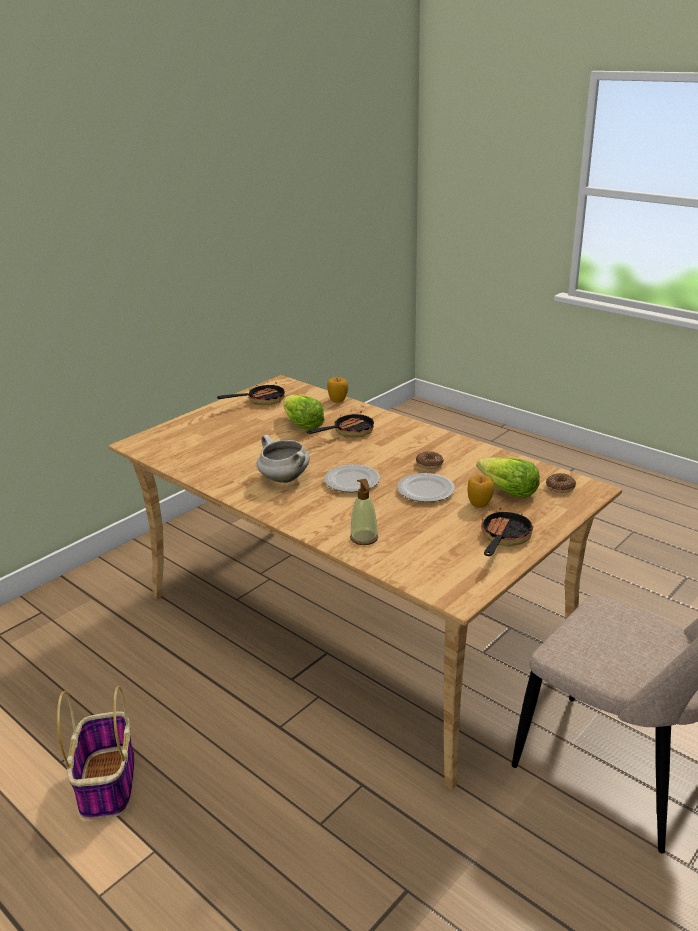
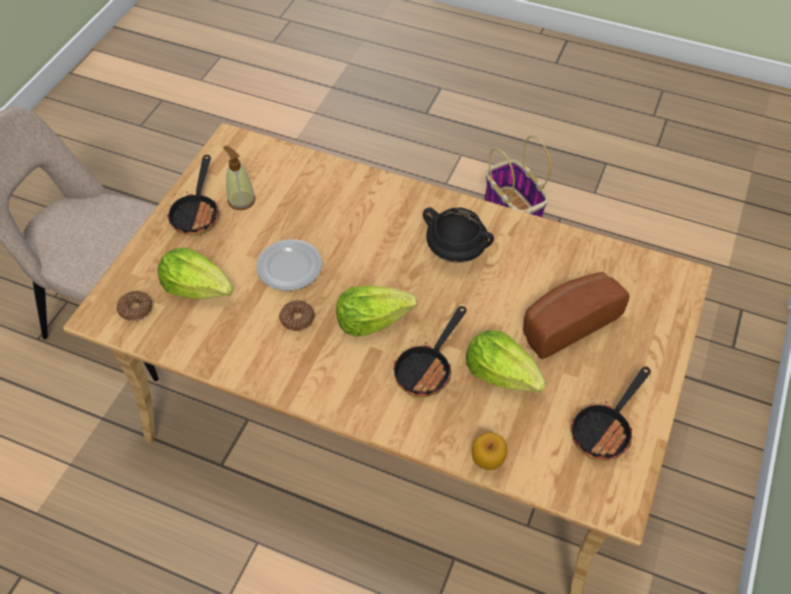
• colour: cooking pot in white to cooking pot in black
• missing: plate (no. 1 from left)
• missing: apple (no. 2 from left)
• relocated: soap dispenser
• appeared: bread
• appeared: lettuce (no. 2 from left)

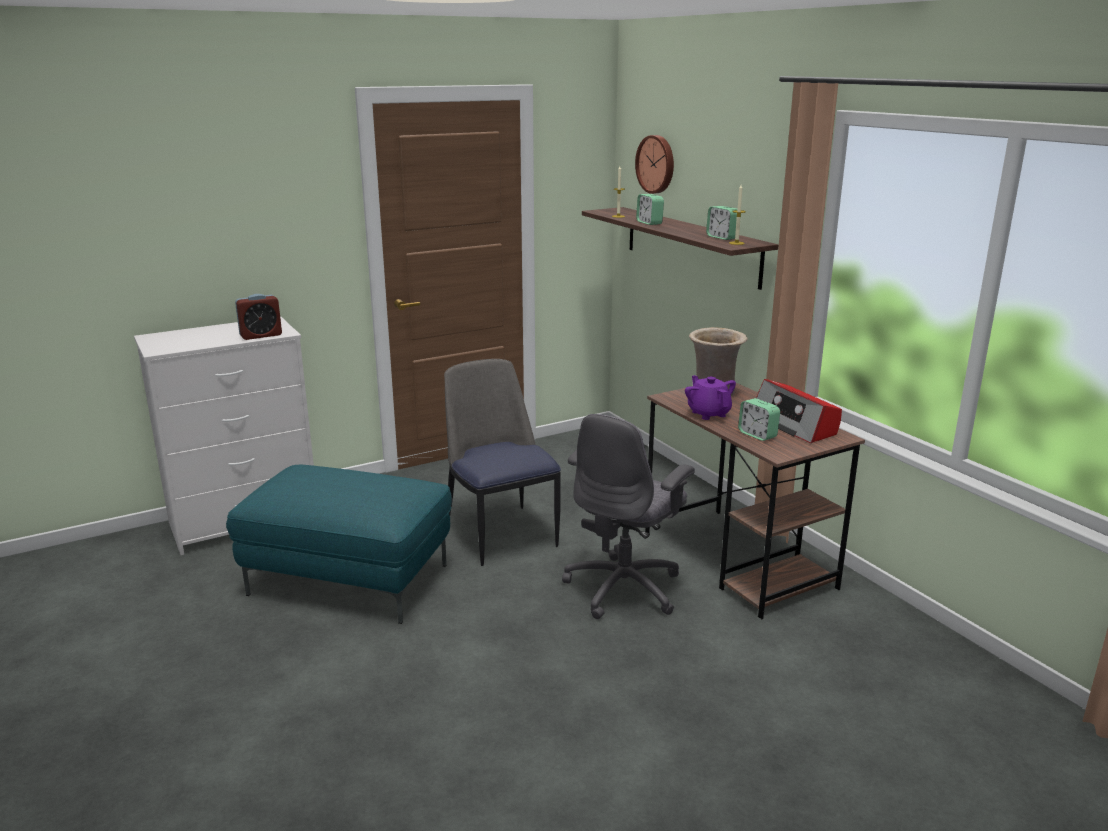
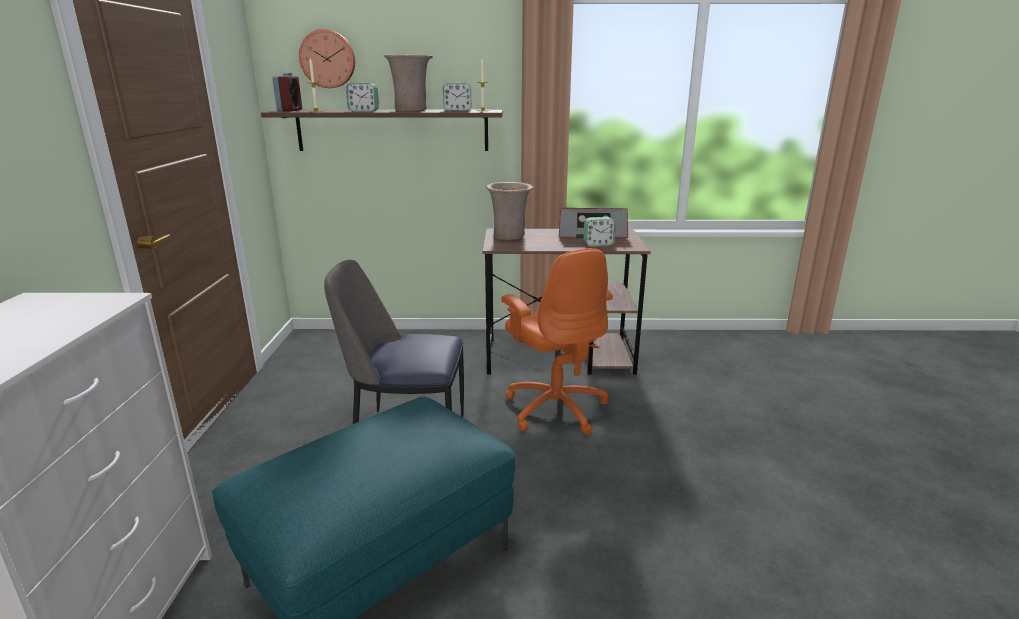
• relocated: alarm clock (no. 1 from left)
• missing: teapot in purple
• colour: office chair in grey to office chair in orange
• appeared: vase in beige (no. 1 from left)

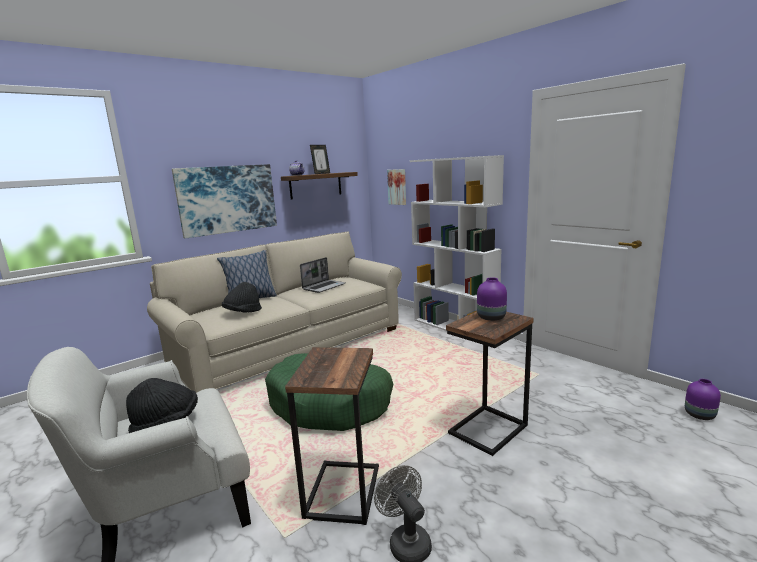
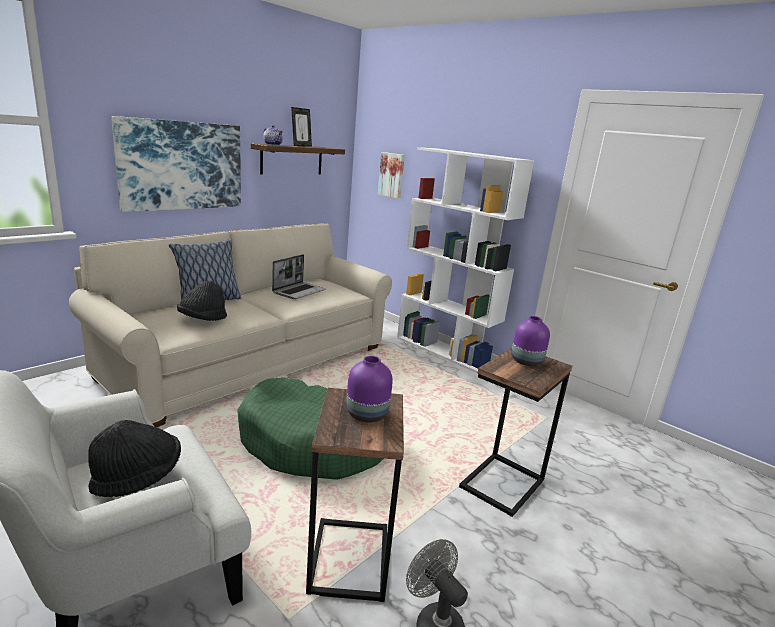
• relocated: vase in purple (no. 2 from left in the first image) to vase in purple (no. 1 from left)

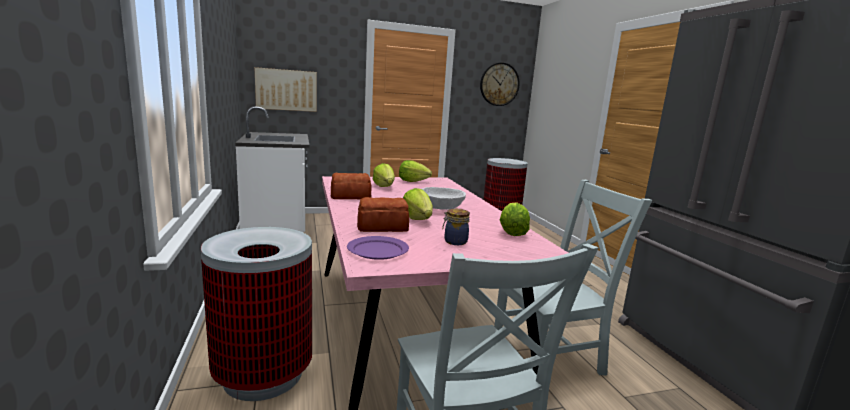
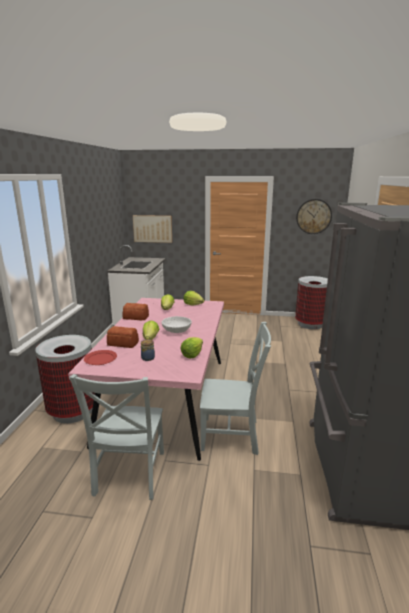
• colour: plate in purple to plate in red

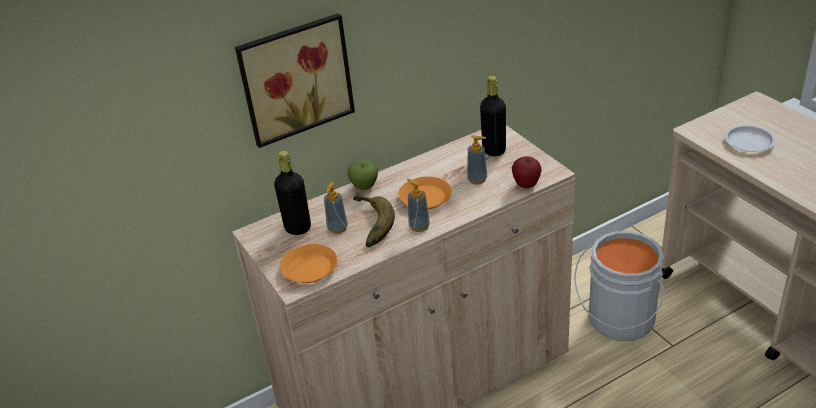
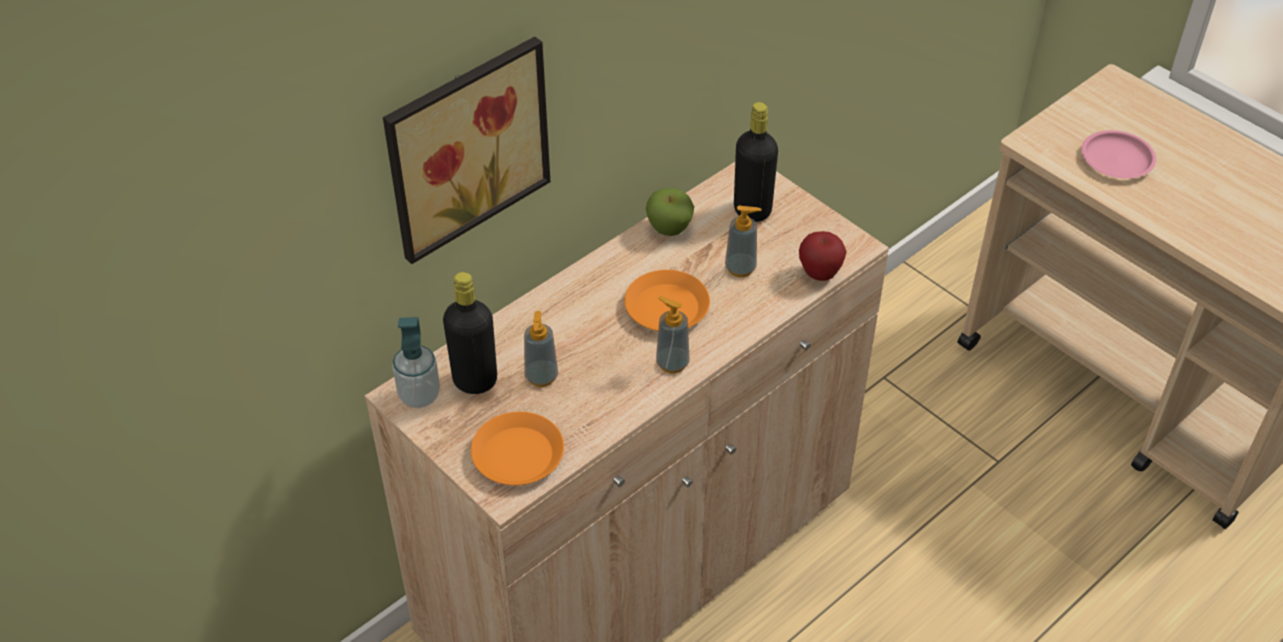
• colour: plate in white to plate in pink
• relocated: apple (no. 1 from left)
• missing: banana
• missing: bucket in grey
• appeared: soap dispenser (no. 1 from left)

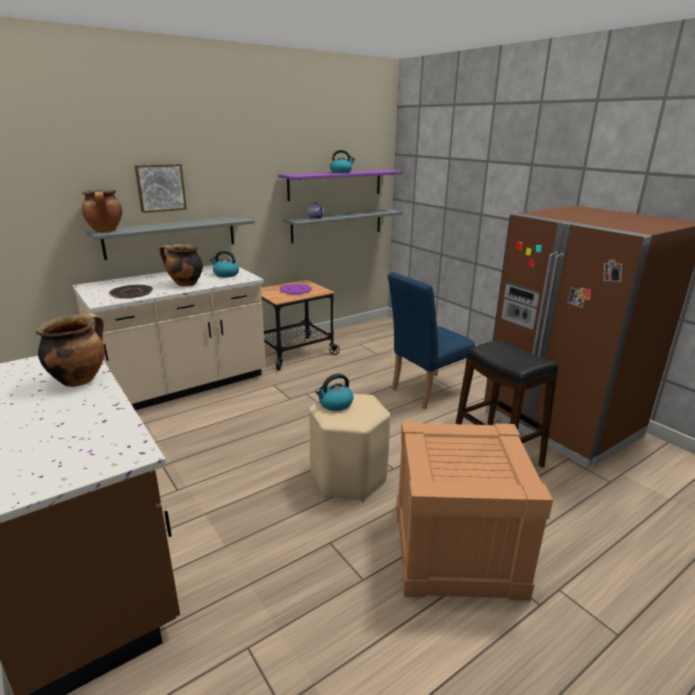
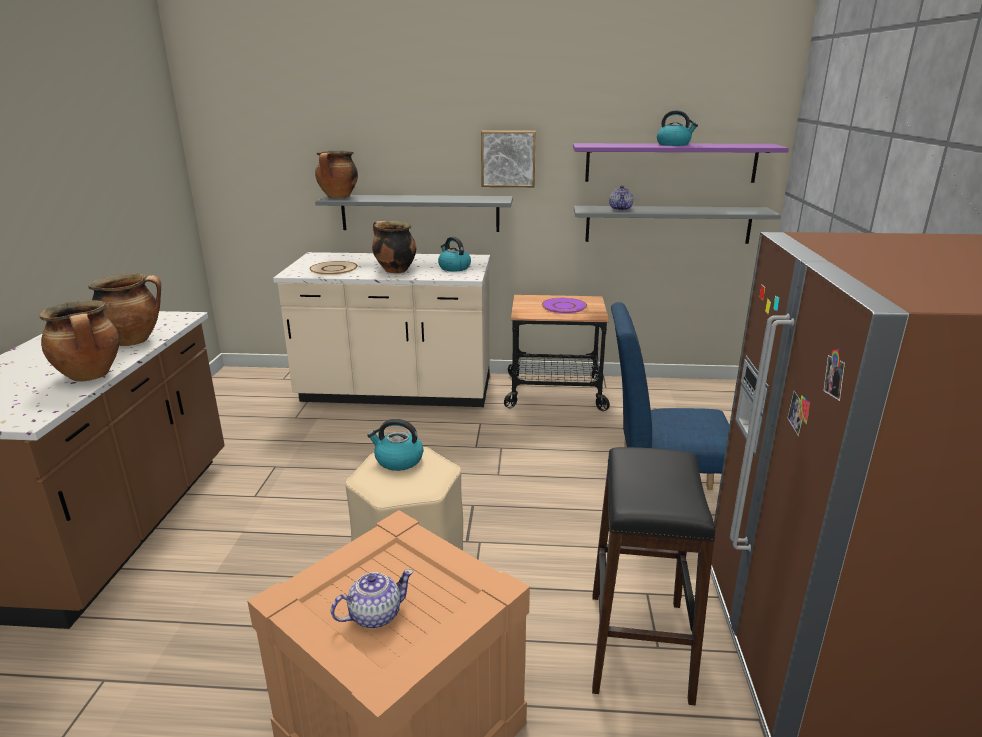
• relocated: picture
• colour: plate in black to plate in beige
• appeared: cooking pot (no. 1 from left)
• appeared: teapot (no. 1 from left)

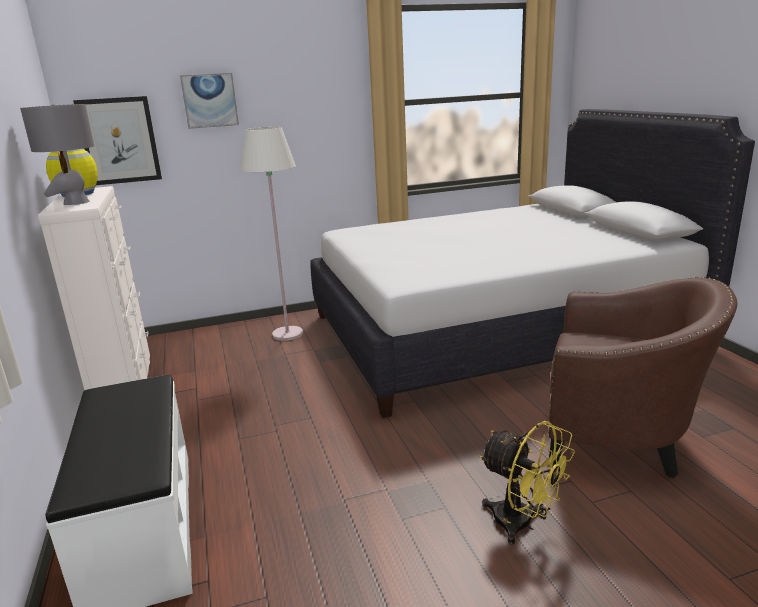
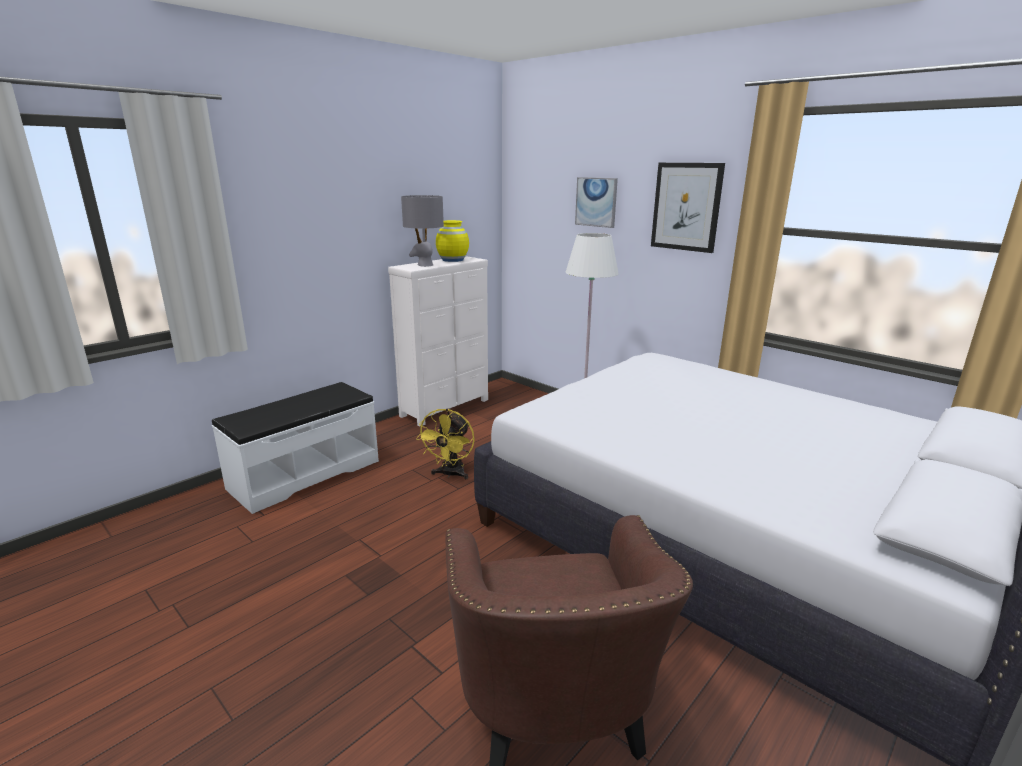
• relocated: picture (no. 1 from left in the first image) to picture (no. 2 from left)
• relocated: fan in yellow

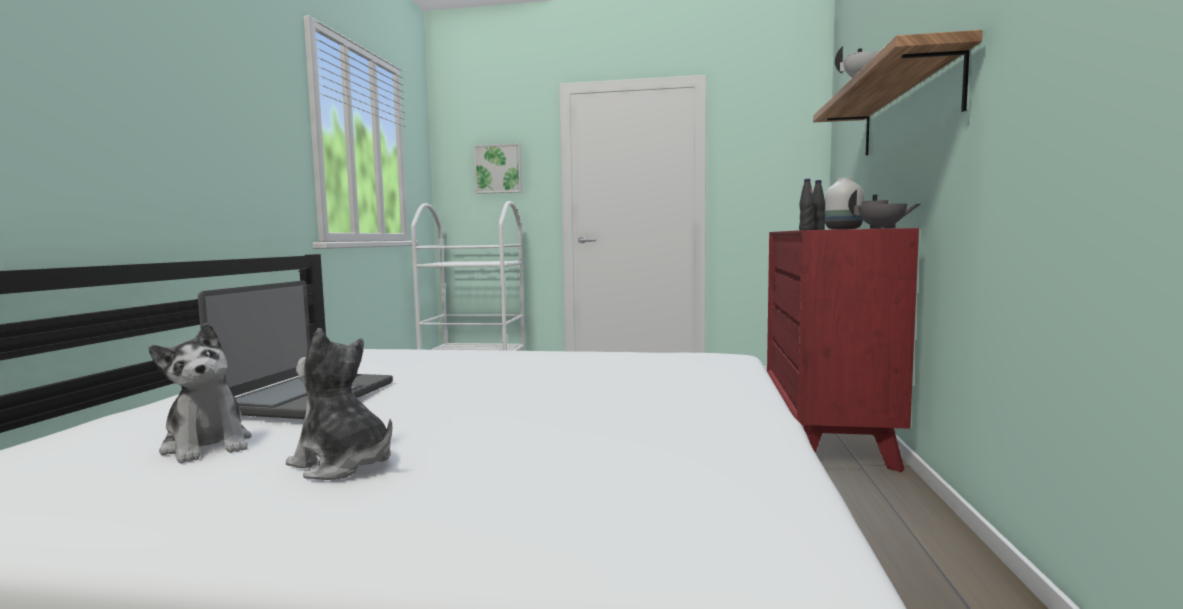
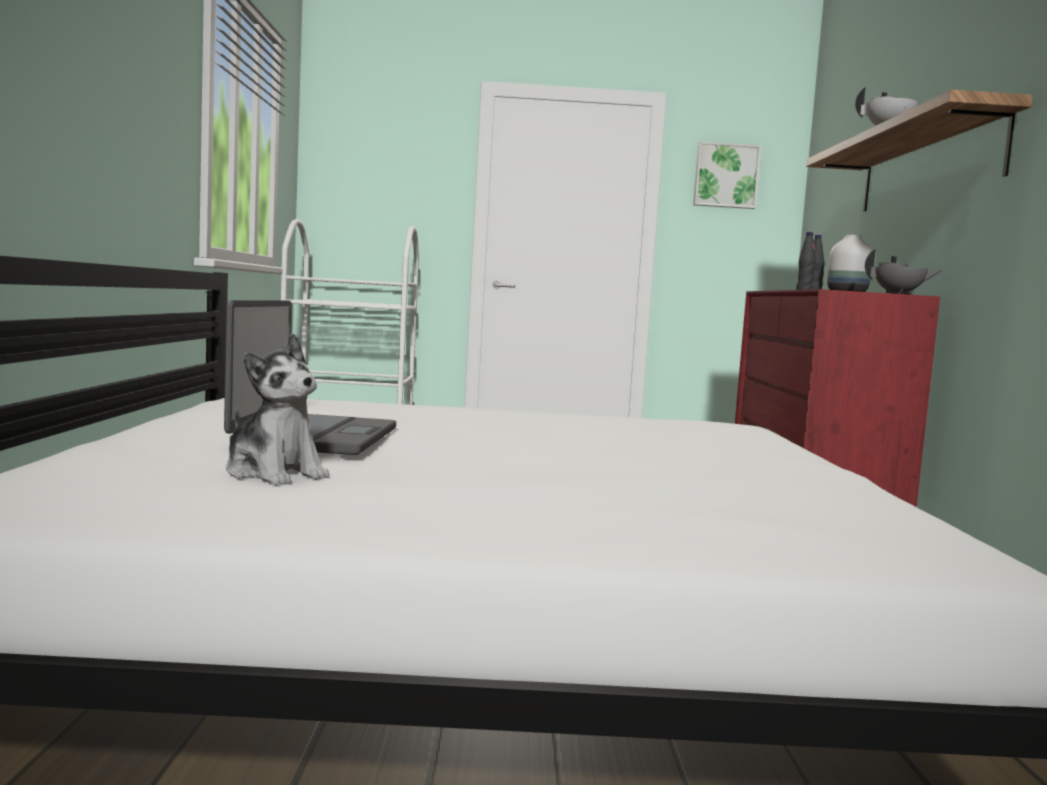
• relocated: picture
• missing: plush toy (no. 2 from left)

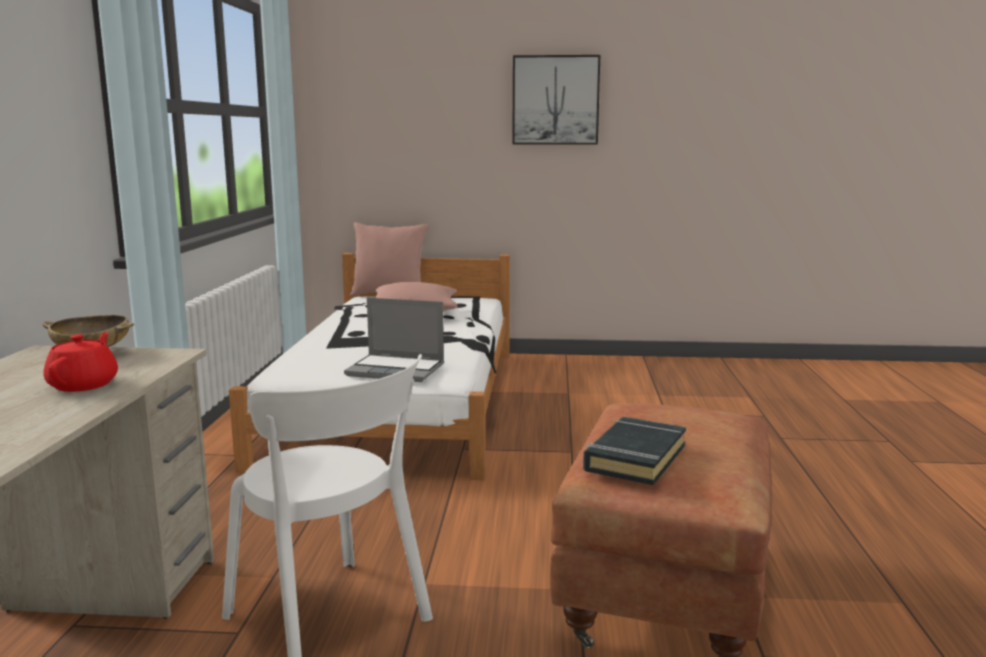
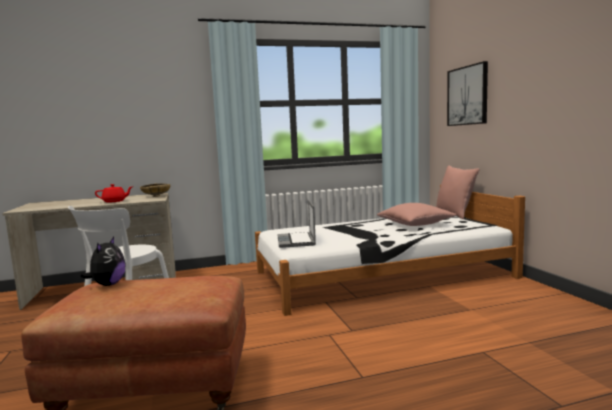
• relocated: picture
• exchanged: book in black to plush toy

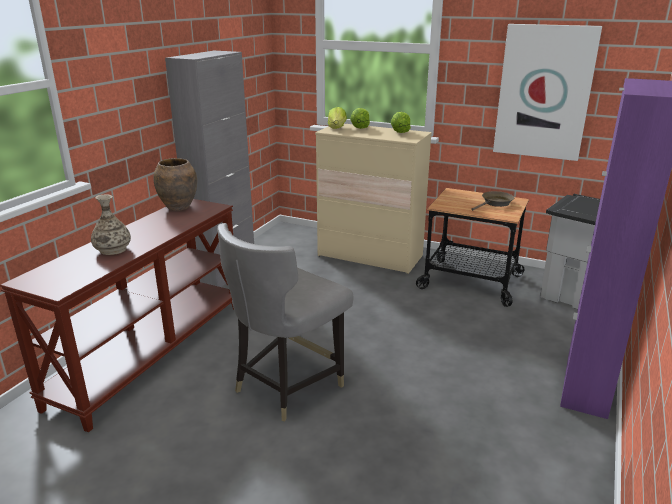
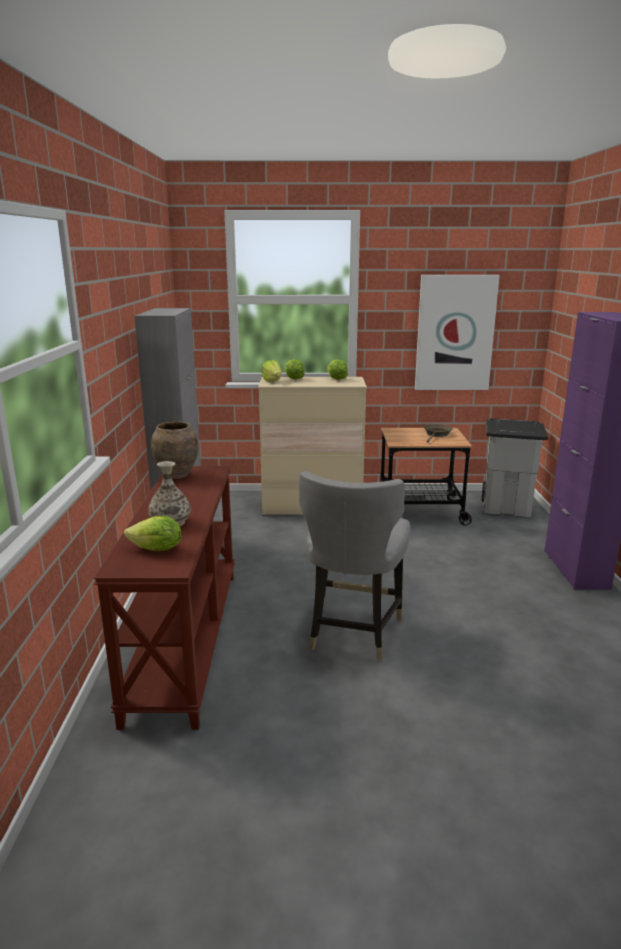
• appeared: lettuce (no. 1 from left)

